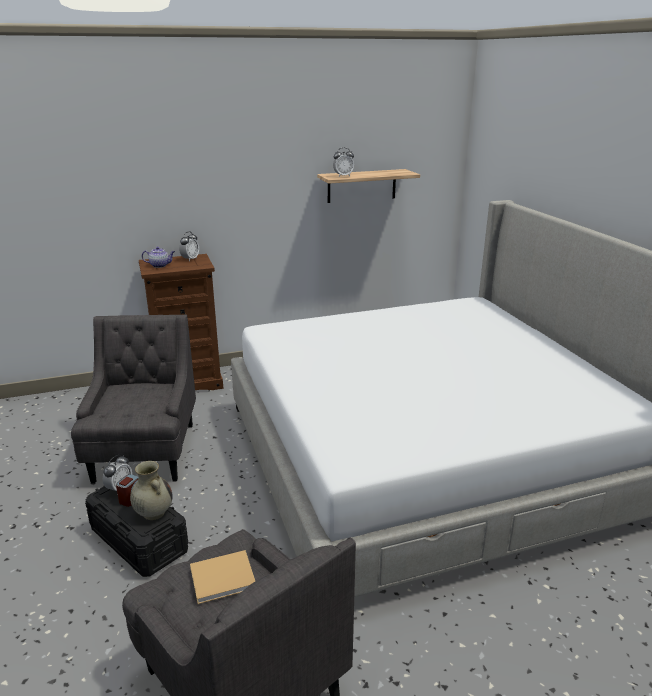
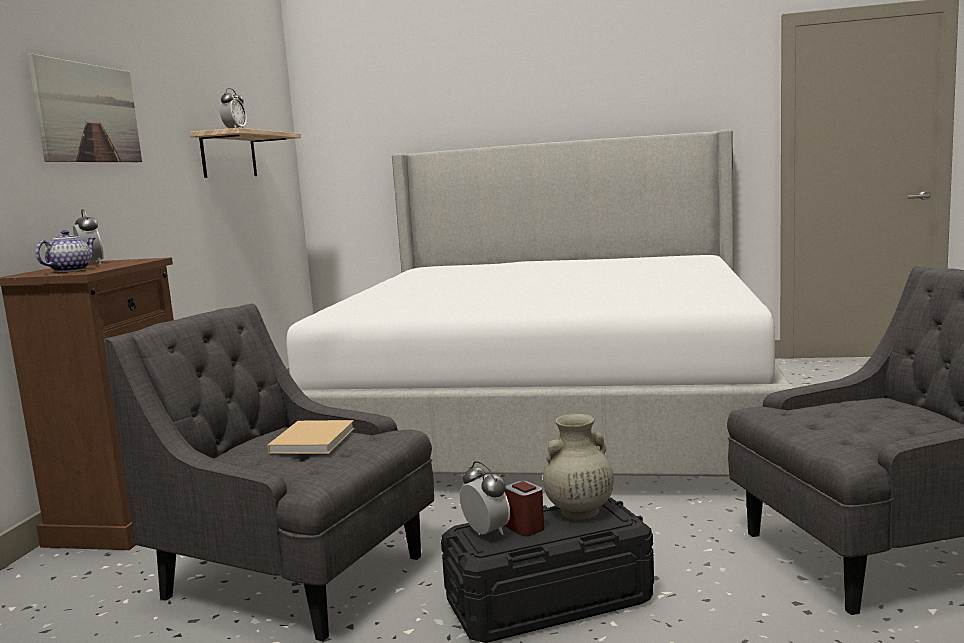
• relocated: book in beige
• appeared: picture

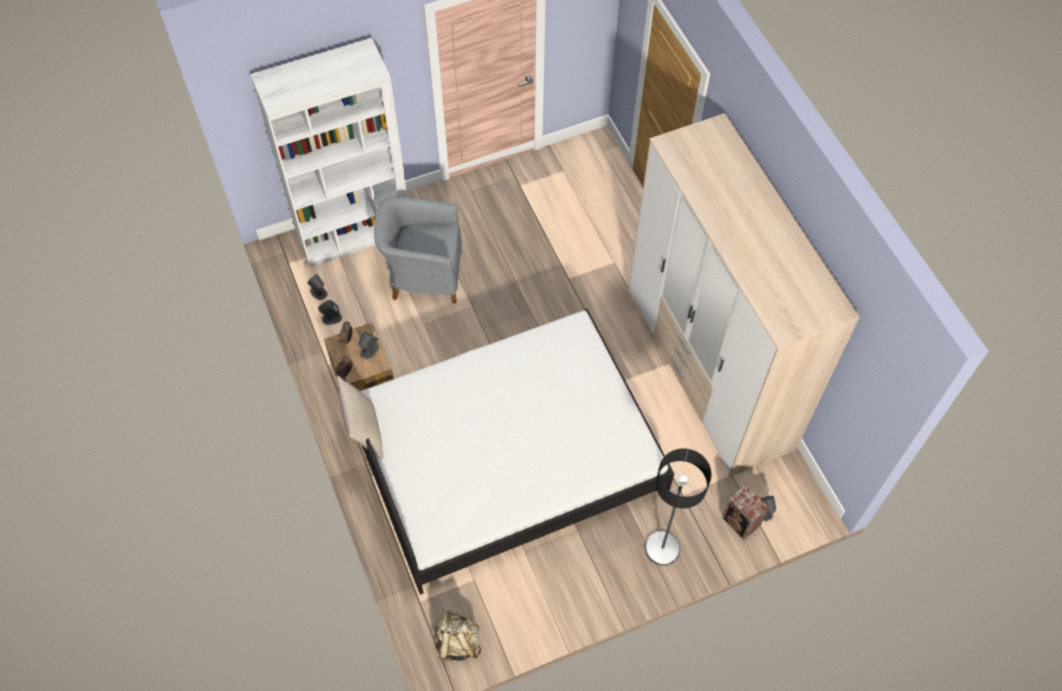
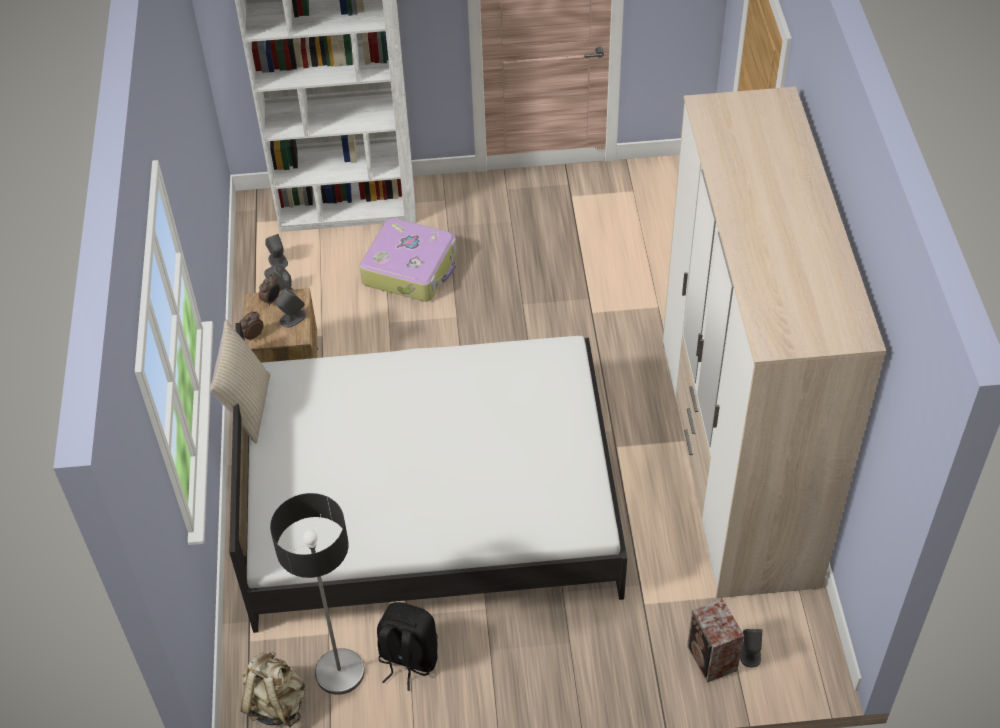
• exchanged: armchair in grey to suitcase
• relocated: floor lamp
• appeared: backpack in black

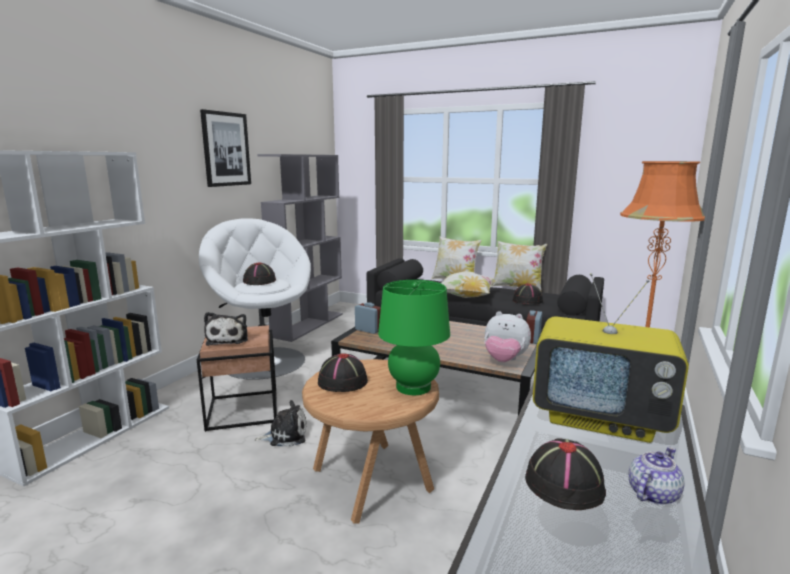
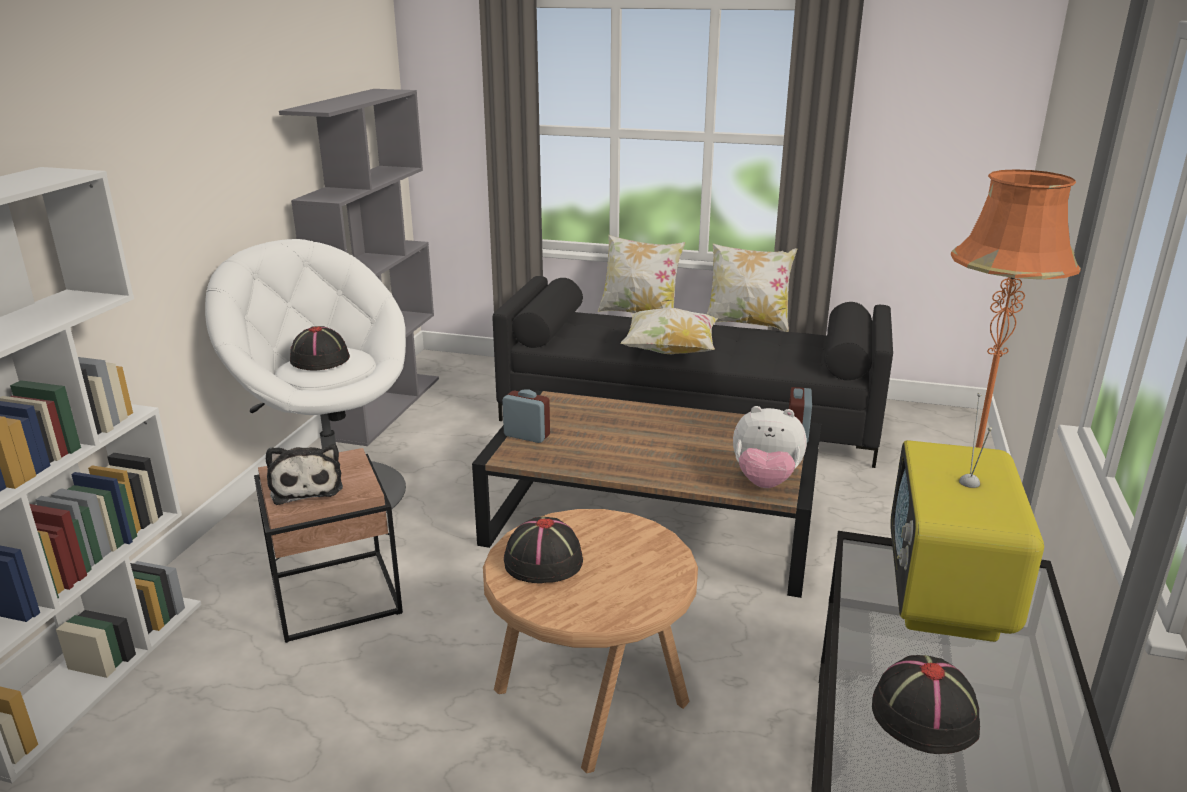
• missing: picture
• spun: television 90 degrees clockwise
• missing: table lamp in green
• missing: hat in black (no. 3 from left)
• missing: plush toy (no. 2 from left)
• missing: teapot

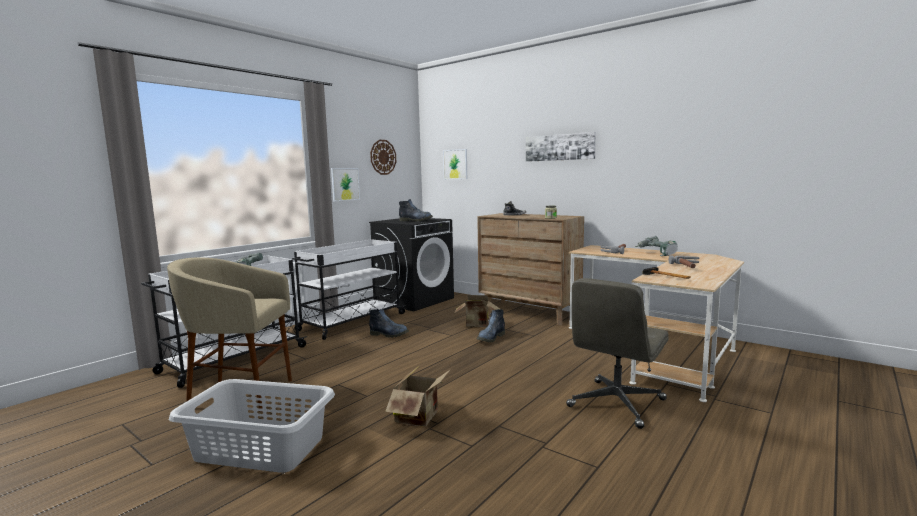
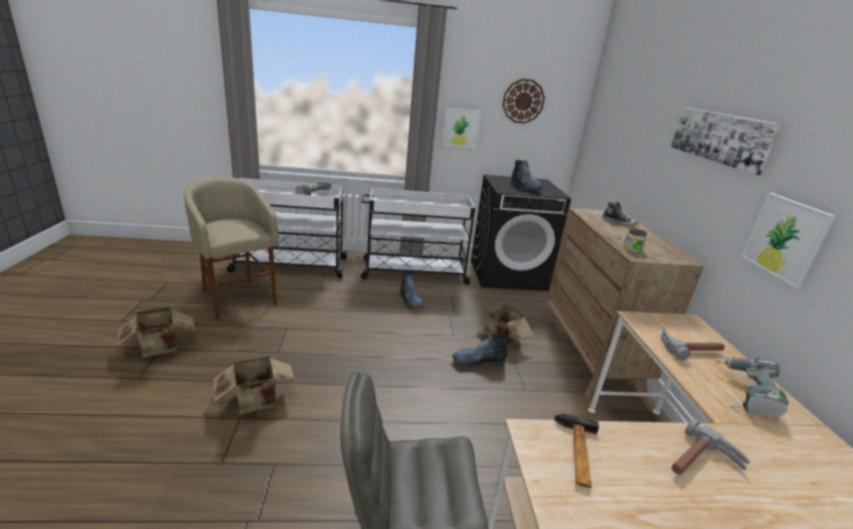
• relocated: picture (no. 2 from left in the first image) to picture (no. 3 from left)
• exchanged: laundry basket in grey to cardboard box (no. 1 from left)

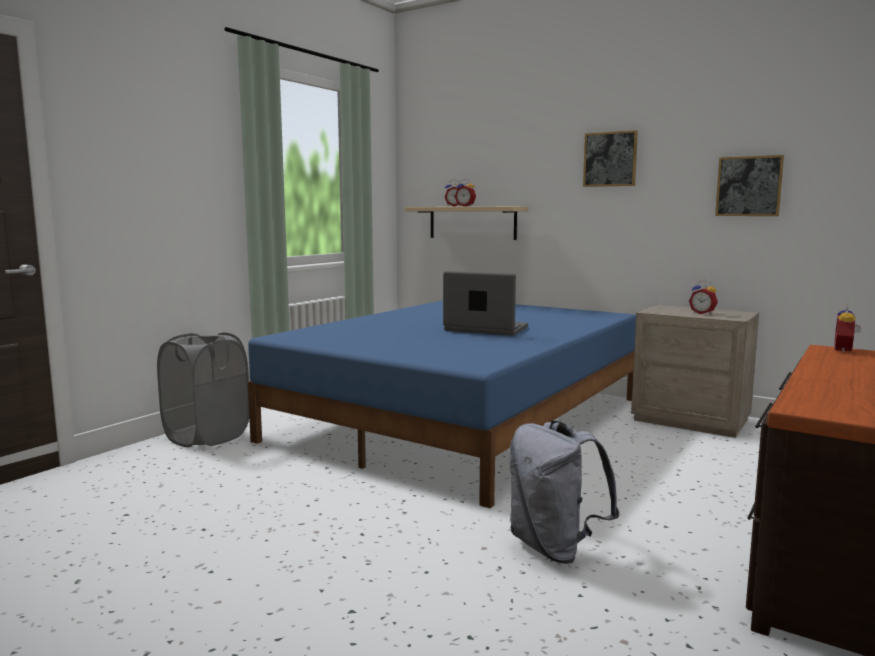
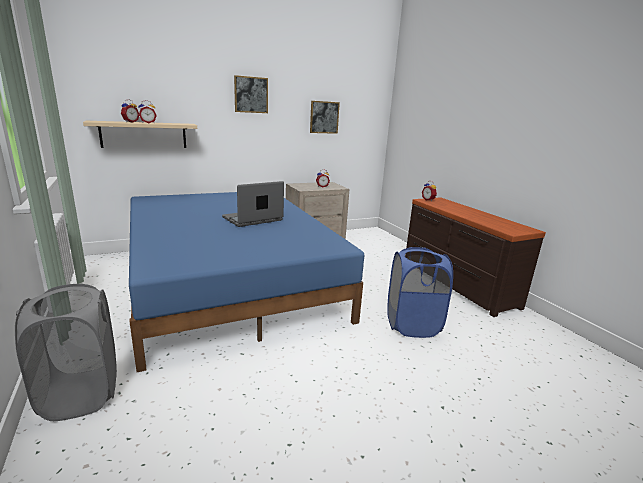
• exchanged: backpack in grey to laundry basket in blue

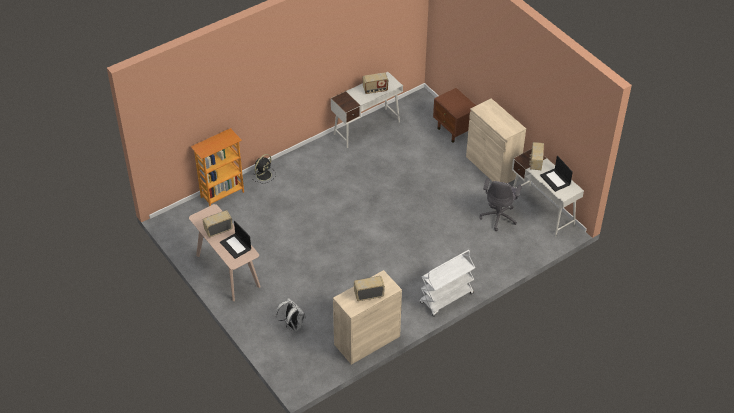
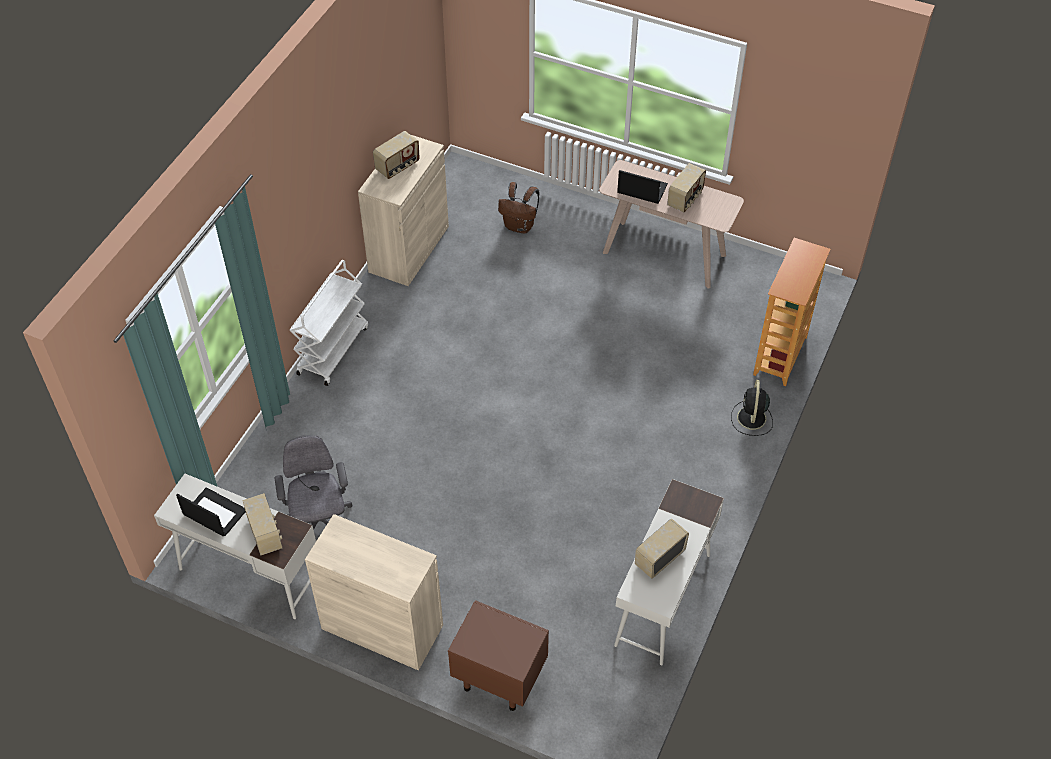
• colour: backpack in white to backpack in brown

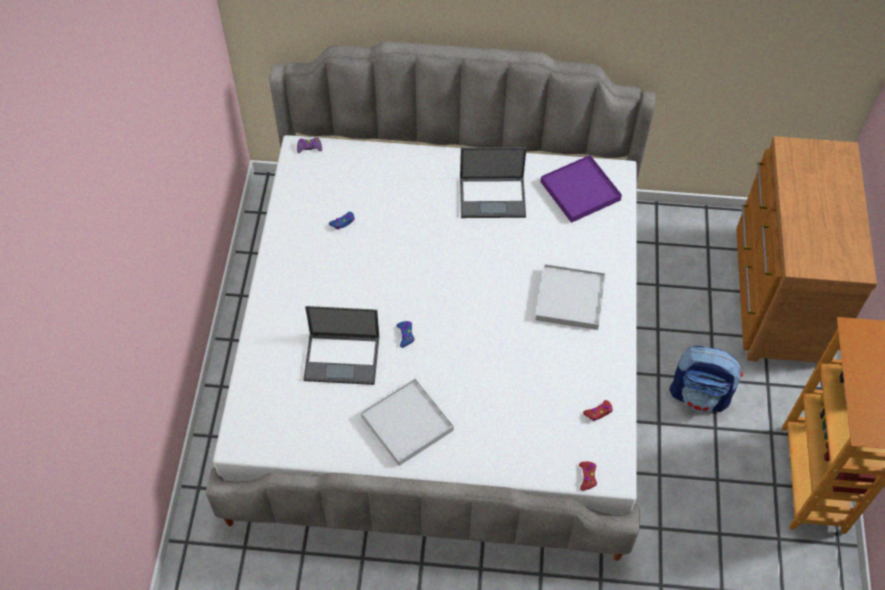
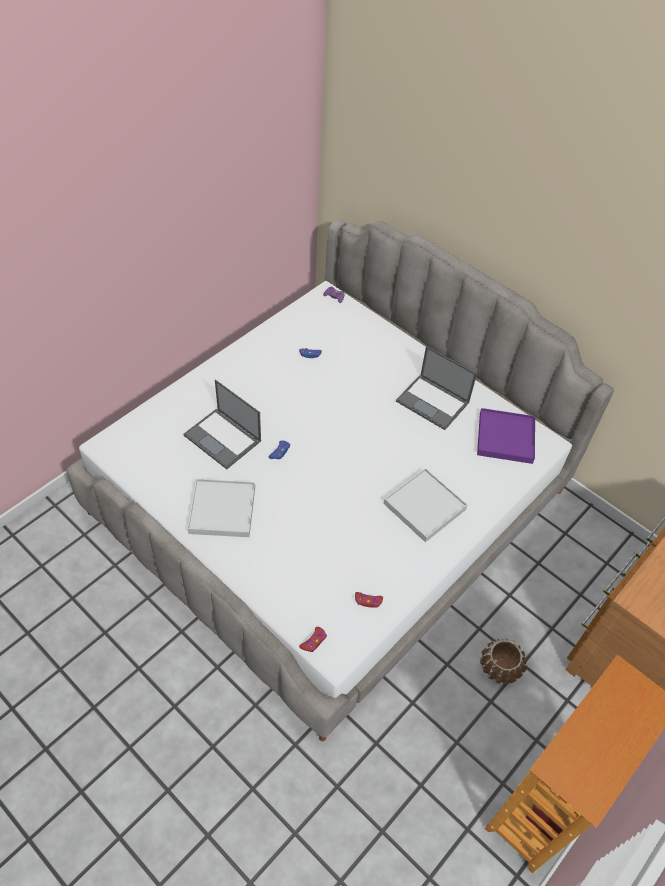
• exchanged: backpack to planter in brown

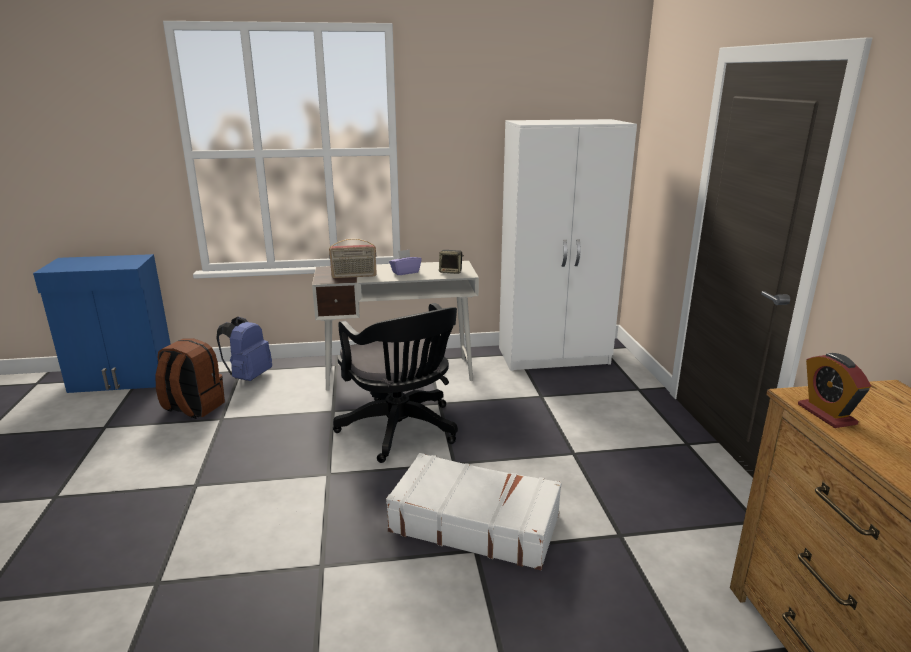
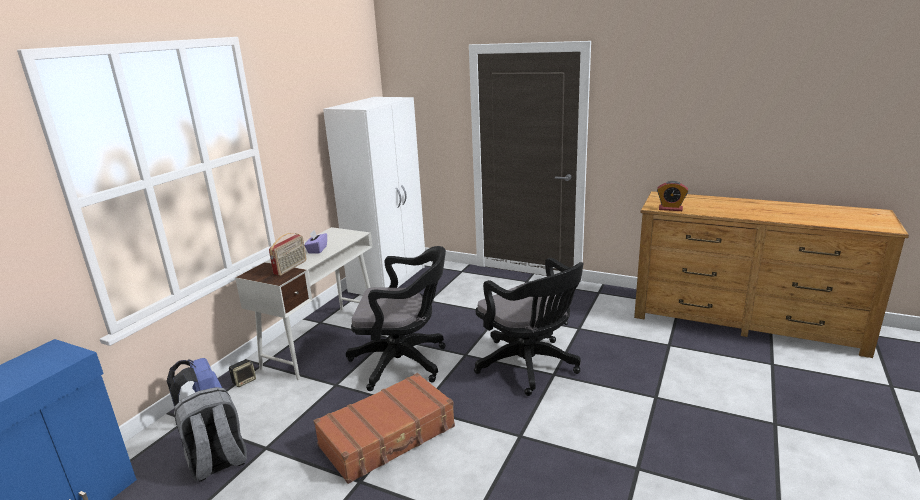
• relocated: speaker
• colour: backpack in brown to backpack in grey
• exchanged: suitcase in white to office chair in black (no. 2 from left)
• appeared: suitcase in brown

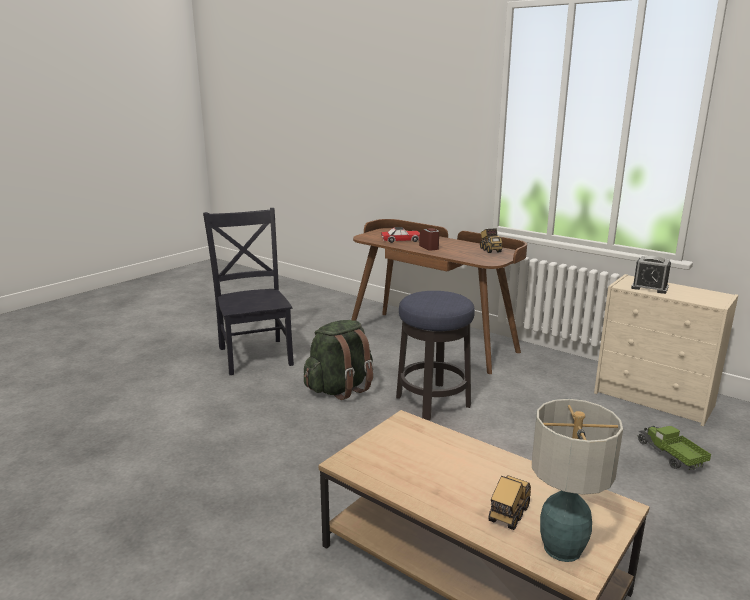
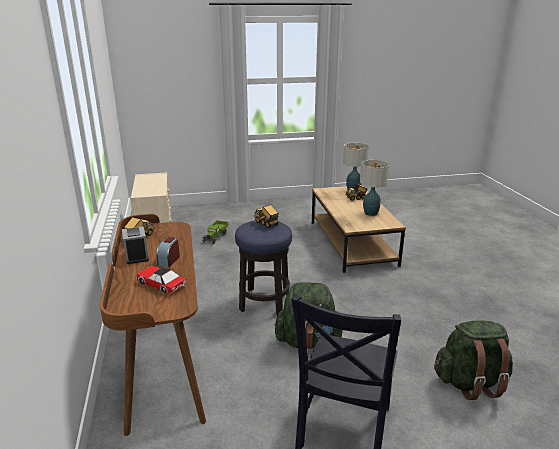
• relocated: alarm clock (no. 2 from left in the first image) to alarm clock (no. 1 from left)
• appeared: table lamp (no. 2 from left)
• appeared: toy truck (no. 3 from left)
• appeared: backpack in green (no. 2 from left)

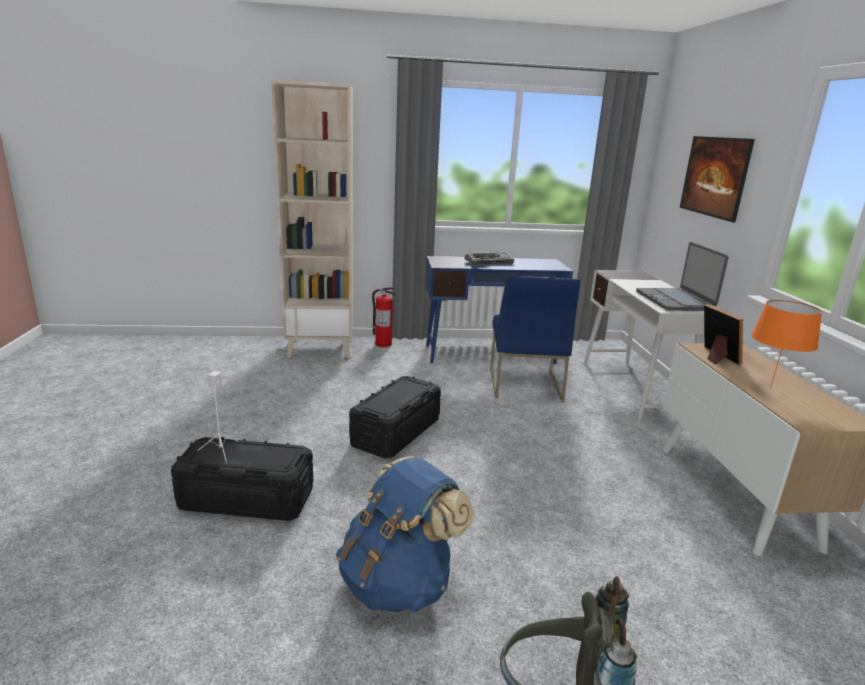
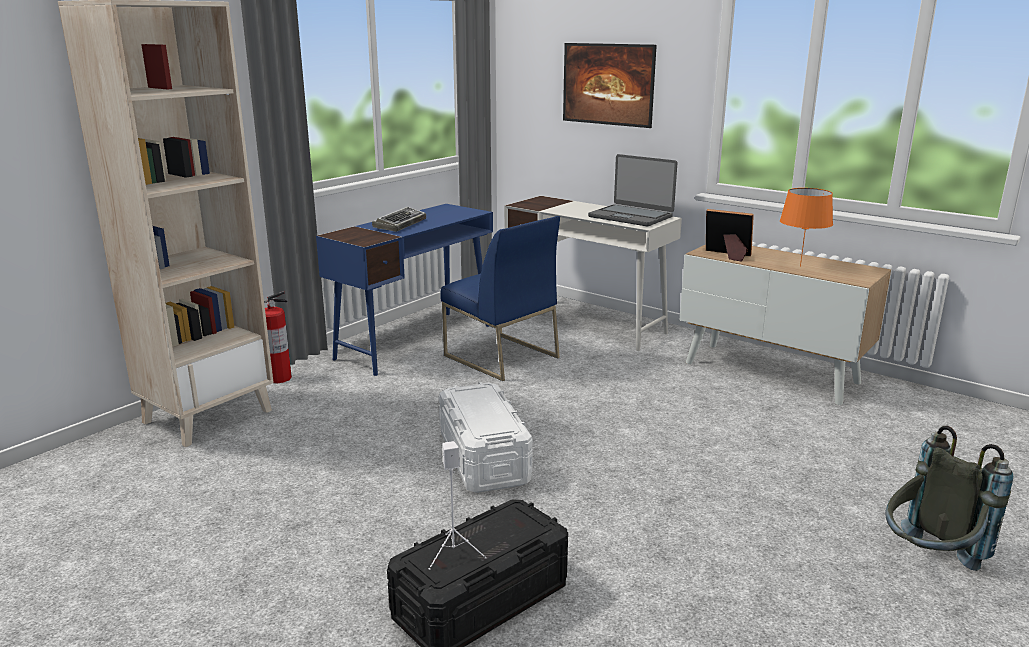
• colour: storage box in black (no. 2 from left) to storage box in white
• missing: backpack in blue

